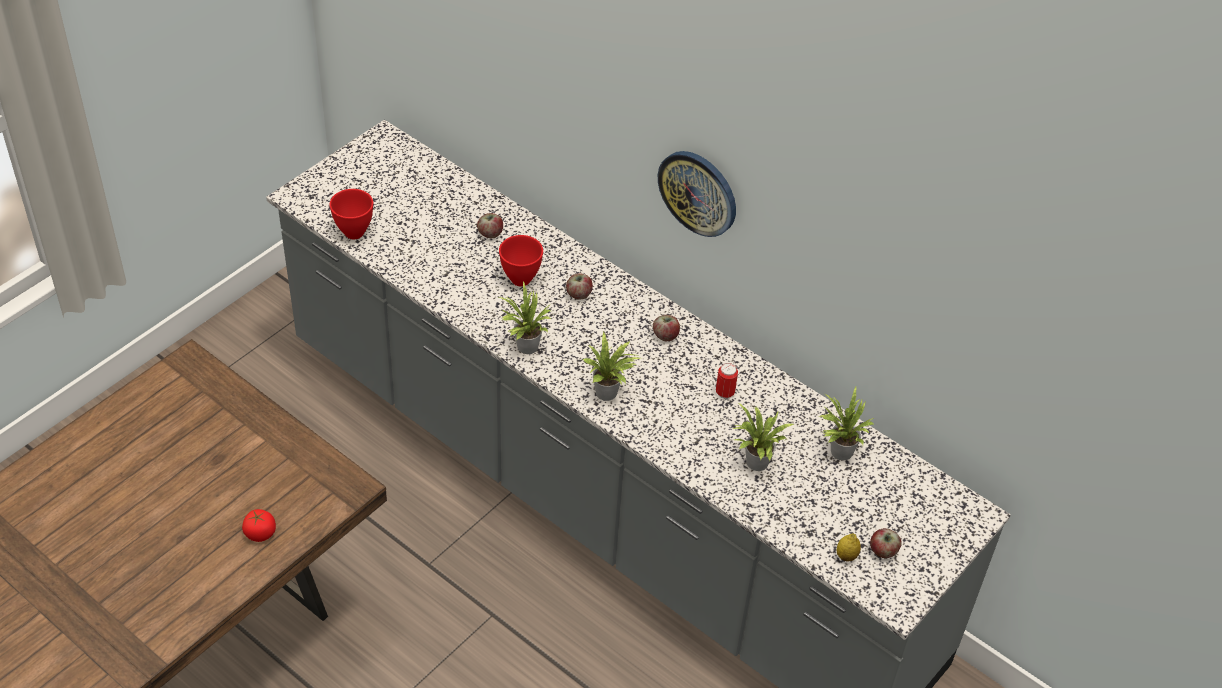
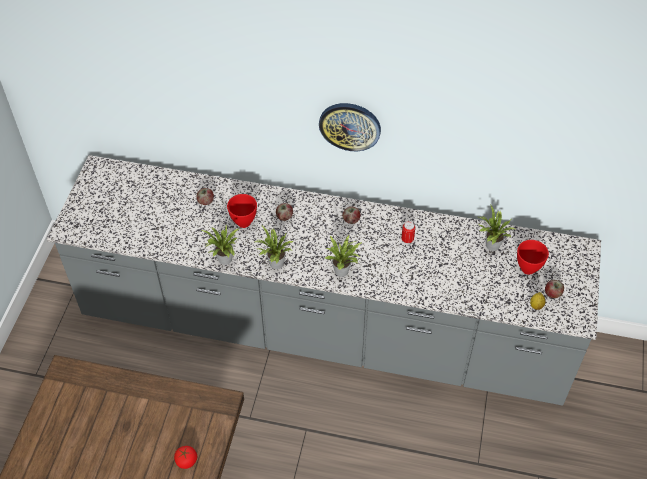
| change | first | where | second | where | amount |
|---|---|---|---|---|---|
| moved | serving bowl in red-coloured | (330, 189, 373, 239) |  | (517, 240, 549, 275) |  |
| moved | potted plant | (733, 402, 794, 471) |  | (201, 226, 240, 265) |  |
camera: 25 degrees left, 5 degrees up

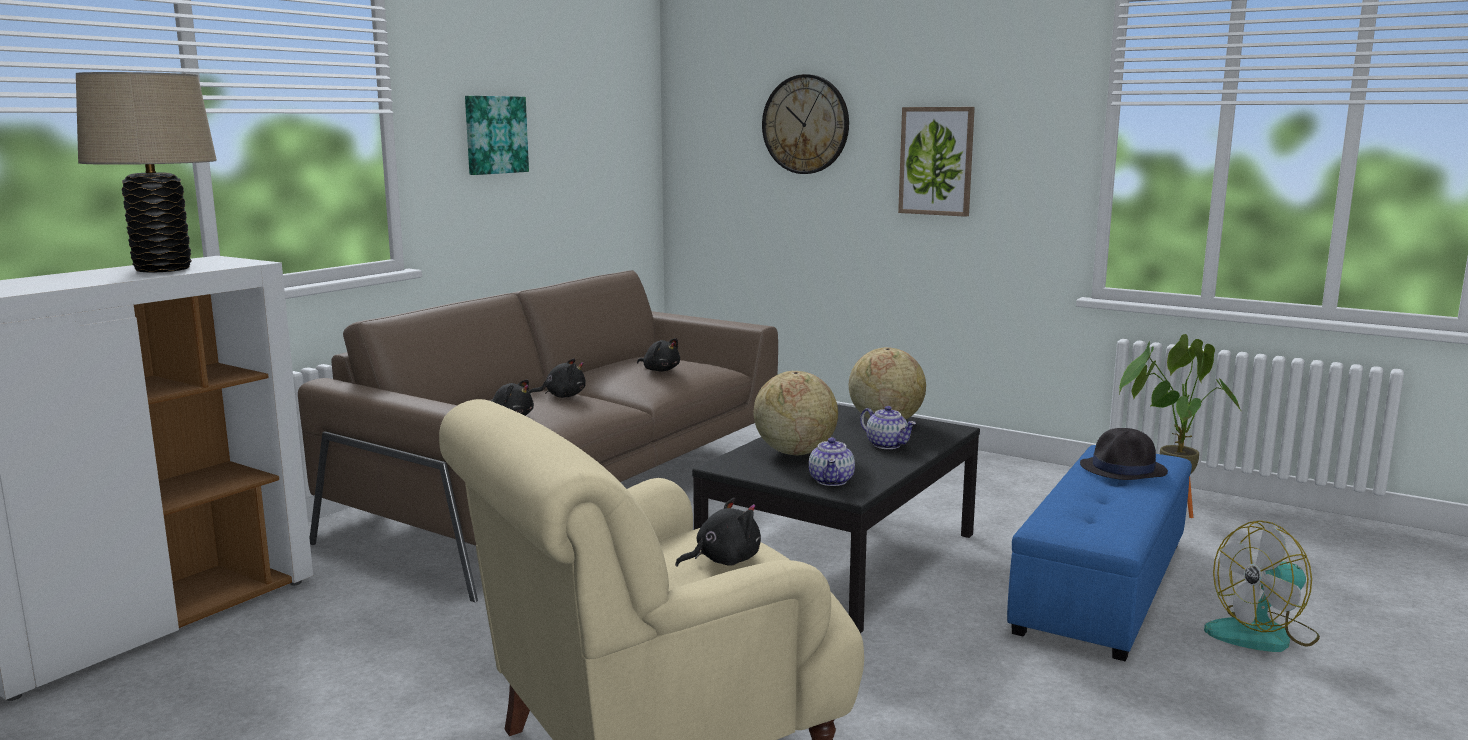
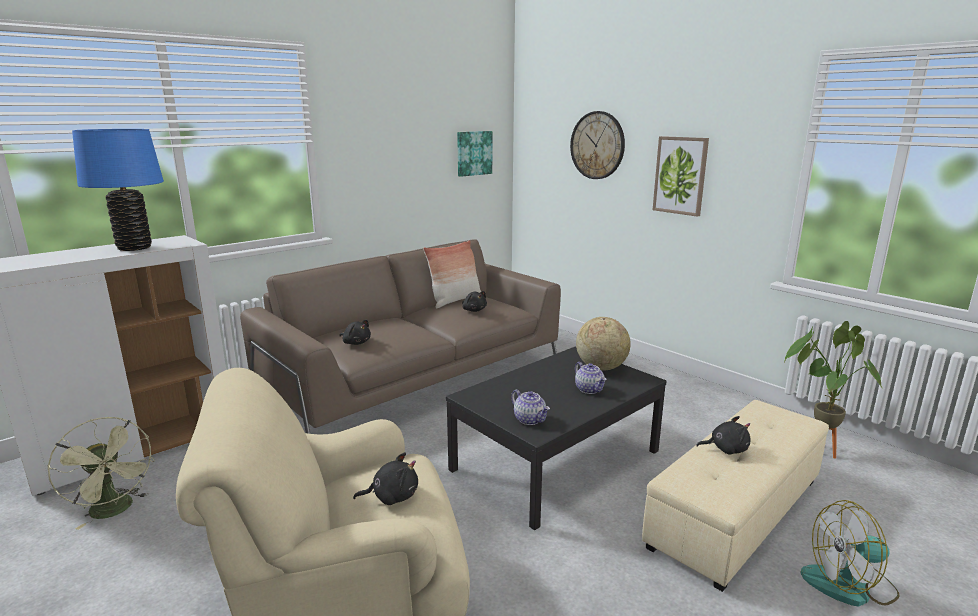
| change | first | where | second | where | amount |
|---|---|---|---|---|---|
| recoloured | tabletop lamp in beige | (76, 72, 217, 273) | tabletop lamp in blue | (72, 129, 164, 251) |  |
| moved | picture | (465, 96, 529, 175) |  | (457, 131, 492, 177) |  |
| moved | cuddly toy in black | (529, 358, 586, 398) |  | (696, 416, 750, 455) |  |
| removed | world globe | (754, 371, 838, 455) |  |  |  |
| turned | pot for tea | (809, 437, 855, 486) |  | (511, 389, 550, 425) | 60 degrees counterclockwise |
| recoloured | pouffe in blue | (1007, 445, 1192, 661) | pouffe in beige | (642, 400, 829, 592) |  |
| removed | clothing hat in black | (1080, 428, 1168, 480) |  |  |  |
| added |  |  | fan in green-coloured | (48, 417, 155, 530) |  |
| added |  |  | cushion | (423, 240, 481, 309) |  |
camera: 15 degrees right, 5 degrees up

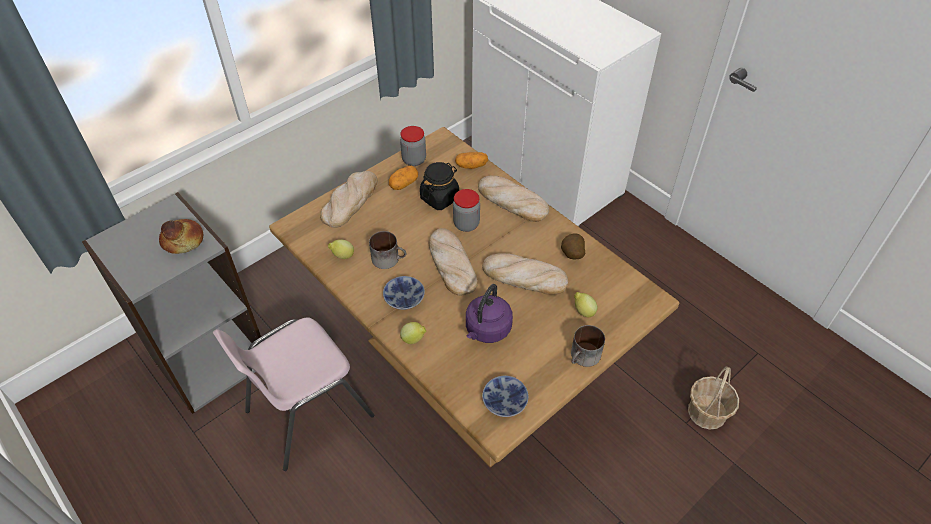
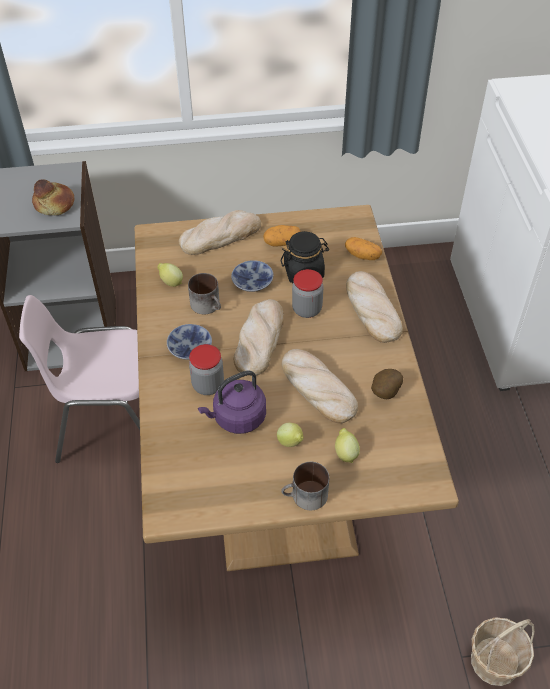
| change | first | where | second | where | amount |
|---|---|---|---|---|---|
| moved | jar | (400, 126, 426, 166) |  | (189, 344, 224, 395) |  |
| moved | citrus fruit | (400, 322, 426, 344) |  | (277, 423, 304, 447) |  |
| moved | serving bowl | (482, 376, 528, 417) |  | (231, 260, 273, 292) |  |
camera: 35 degrees right, 0 degrees up

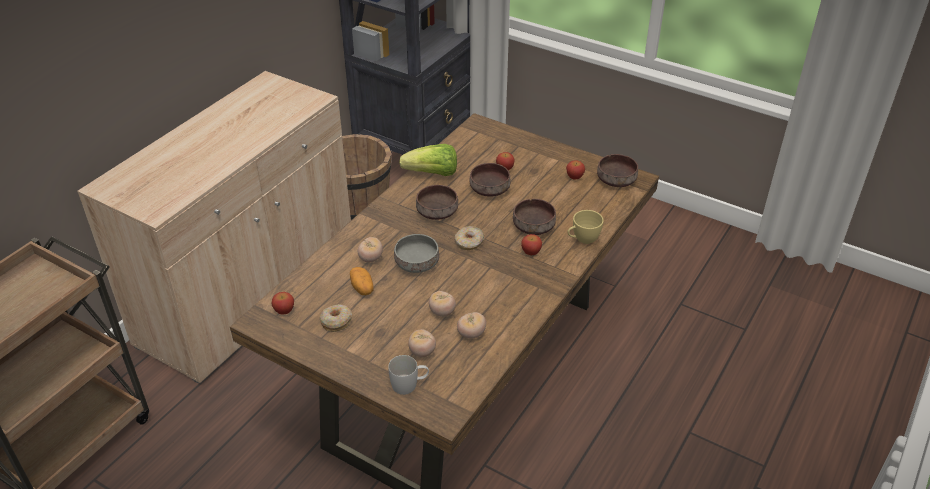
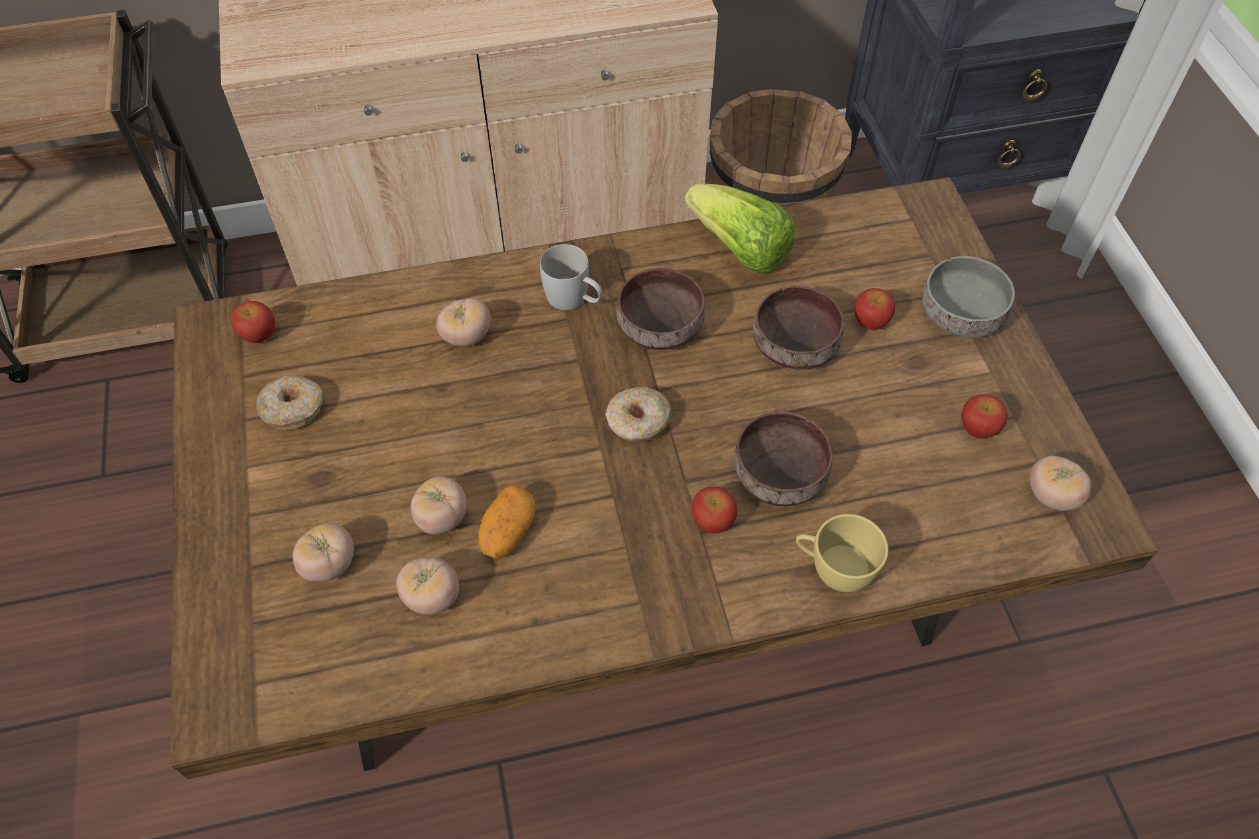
| change | first | where | second | where | amount |
|---|---|---|---|---|---|
| moved | potato | (350, 267, 373, 295) |  | (478, 485, 536, 559) |  |
| moved | coffee mug in white-coloured | (388, 355, 429, 395) |  | (540, 244, 603, 310) |  |
| moved | serving bowl in grey | (394, 234, 439, 273) |  | (922, 256, 1015, 337) |  |
| replaced | serving bowl in brownish | (597, 154, 638, 187) | whole tomato | (1030, 456, 1091, 511) |  |
camera: 45 degrees right, 15 degrees up

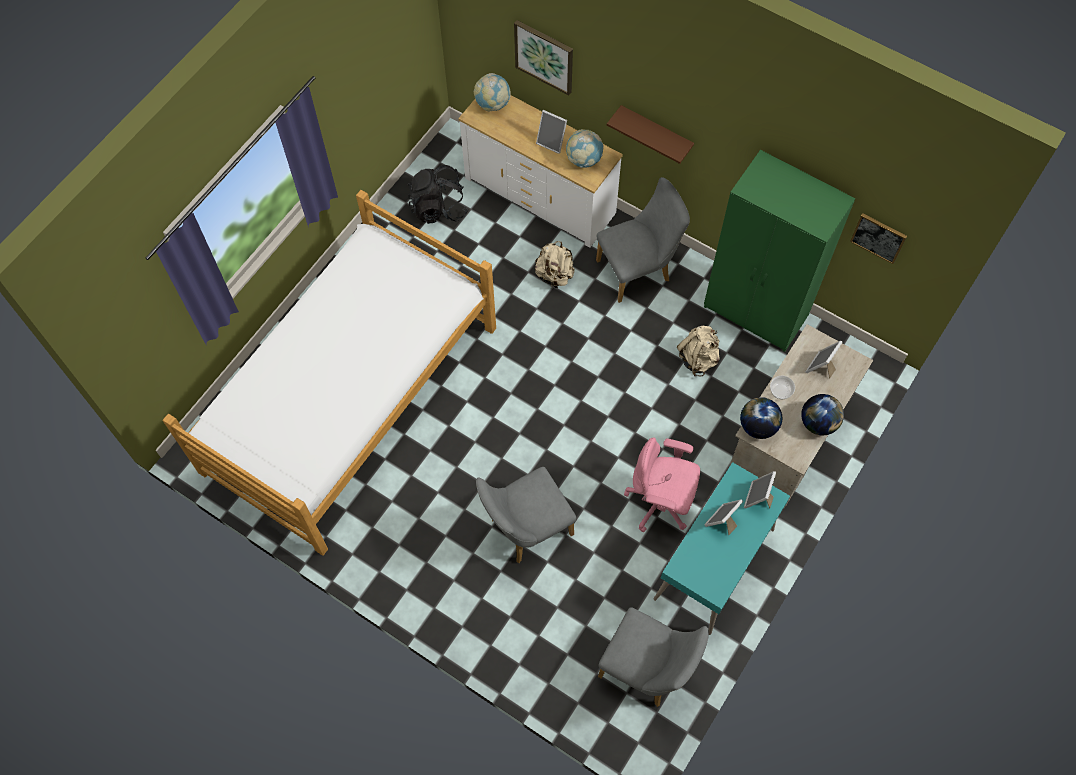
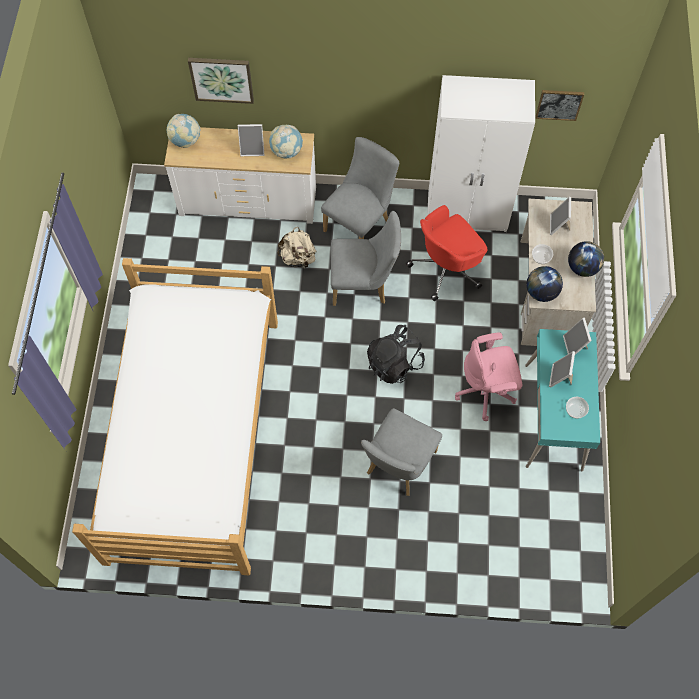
| change | first | where | second | where | amount |
|---|---|---|---|---|---|
| moved | knapsack in black | (408, 165, 468, 224) |  | (367, 325, 425, 384) |  |
| moved | plain chair in grey | (598, 607, 709, 707) |  | (331, 211, 401, 306) |  |
| removed | wall shelf in brownish | (607, 105, 694, 164) |  |  |  |
| replaced | knapsack in beige | (677, 326, 720, 377) | computer chair in red-coloured | (406, 205, 487, 301) |  |
| recoloured | armoire in green-coloured | (704, 150, 855, 352) | armoire in white-coloured | (427, 75, 535, 232) |  |
| added |  |  | serving bowl | (566, 397, 589, 419) |  |
camera: 30 degrees left, 0 degrees up

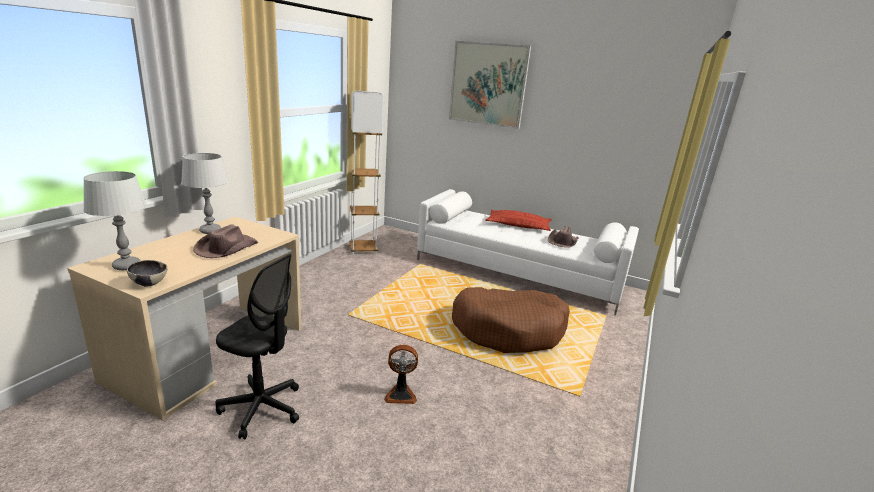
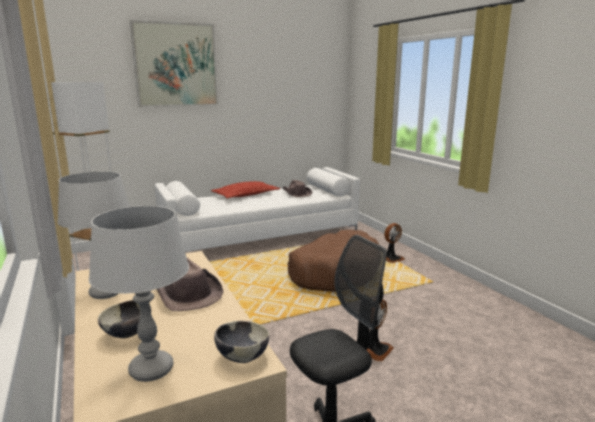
| change | first | where | second | where | amount |
|---|---|---|---|---|---|
| added |  |  | serving bowl | (98, 300, 151, 339) |  |
| added |  |  | fan | (384, 223, 405, 263) |  |
camera: 50 degrees left, 5 degrees down

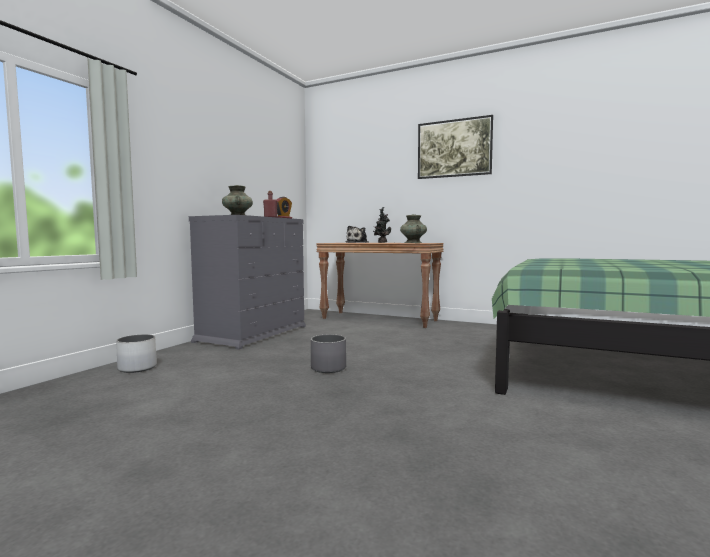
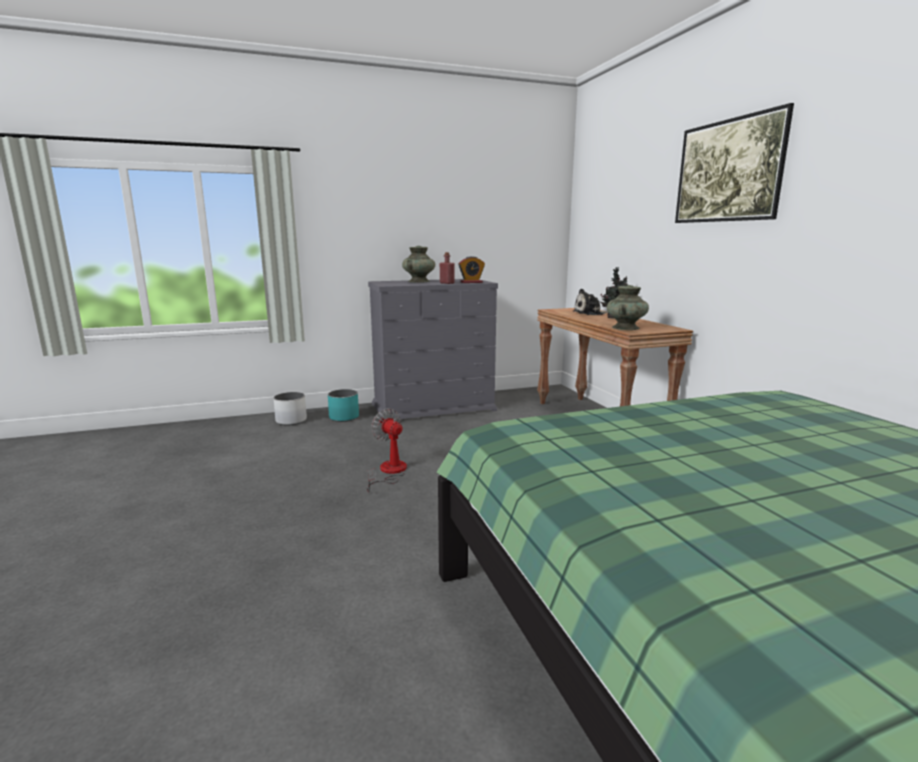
| change | first | where | second | where | amount |
|---|---|---|---|---|---|
| replaced | plant pot in grey | (311, 335, 346, 373) | fan | (367, 409, 407, 492) |  |
| added |  |  | plant pot in blue-green | (328, 389, 359, 422) |  |
camera: 45 degrees right, 10 degrees up

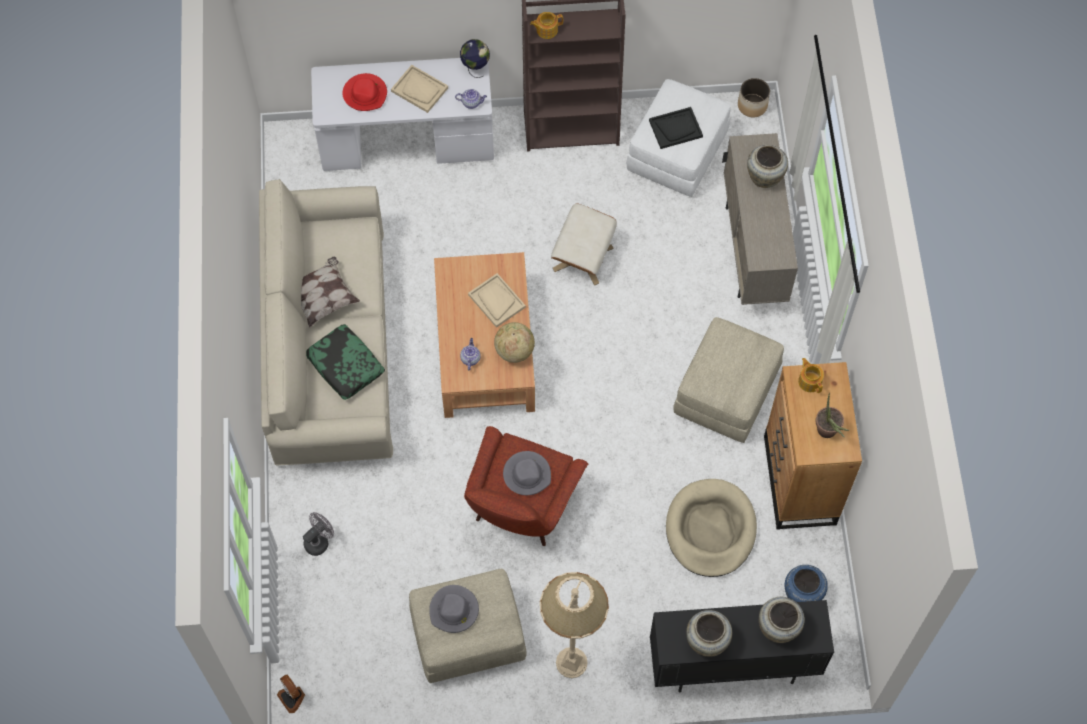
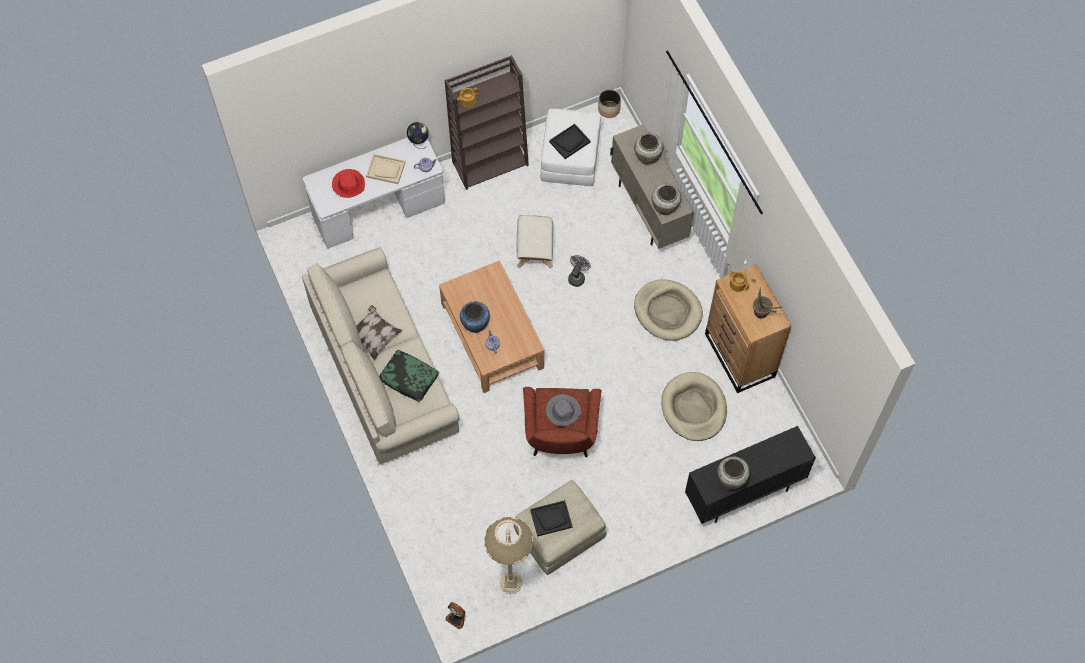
| change | first | where | second | where | amount |
|---|---|---|---|---|---|
| moved | fan in grey | (303, 512, 334, 556) |  | (568, 255, 591, 287) |  |
| replaced | clothing hat in grey | (429, 585, 479, 633) | tray in black | (530, 500, 573, 537) |  |
| removed | tray in beige | (468, 273, 526, 328) |  |  |  |
| removed | world globe | (494, 322, 535, 363) |  |  |  |
| moved | standard lamp in beige | (540, 572, 609, 678) |  | (484, 517, 533, 594) |  |
| replaced | pouffe in beige | (673, 317, 784, 443) | pet bed in beige | (634, 279, 703, 341) |  |
| moved | flower vase in beige | (759, 597, 805, 643) |  | (652, 184, 681, 215) |  |
| moved | flower vase in blue | (785, 565, 828, 602) |  | (460, 301, 490, 333) |  |
camera: 20 degrees left, 0 degrees up

